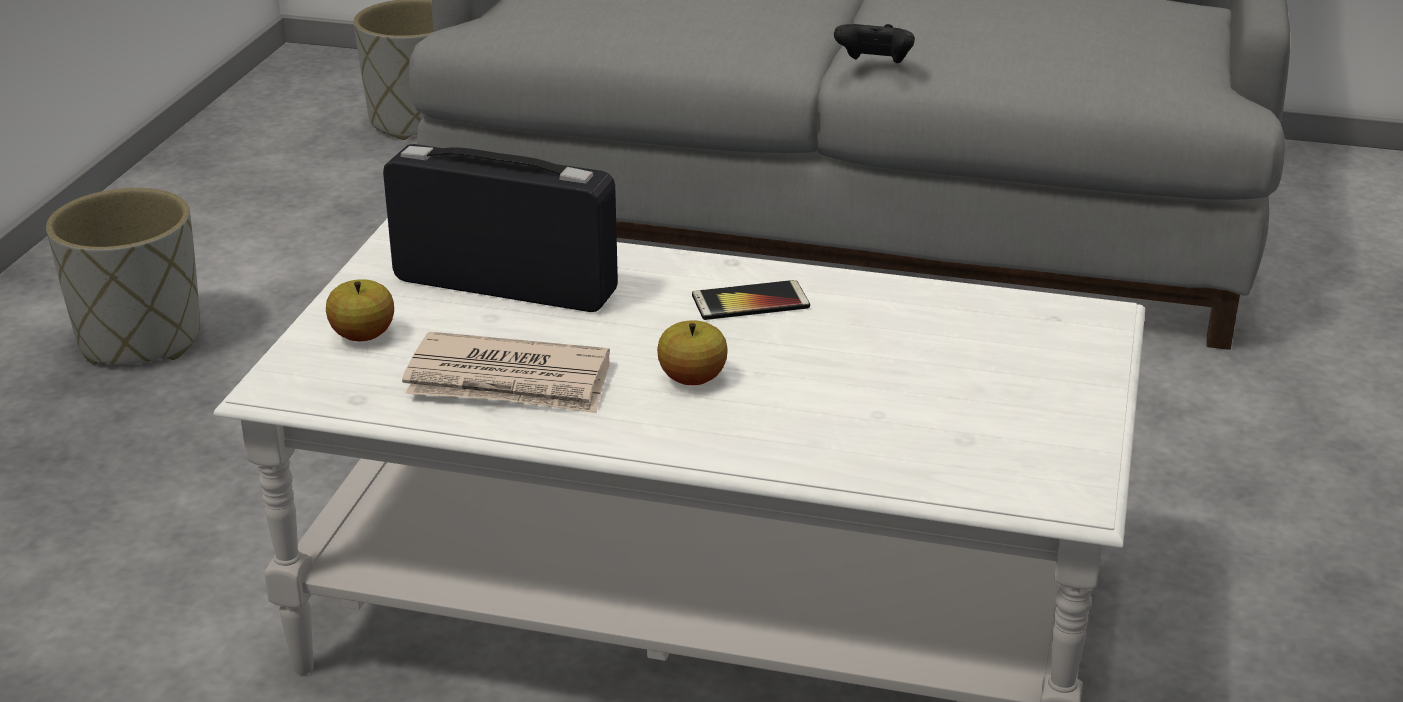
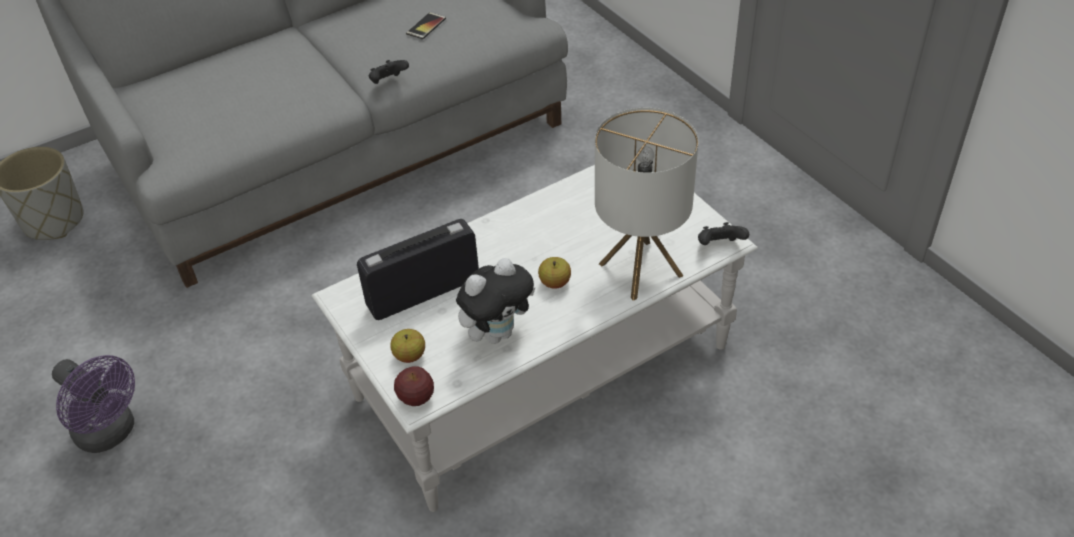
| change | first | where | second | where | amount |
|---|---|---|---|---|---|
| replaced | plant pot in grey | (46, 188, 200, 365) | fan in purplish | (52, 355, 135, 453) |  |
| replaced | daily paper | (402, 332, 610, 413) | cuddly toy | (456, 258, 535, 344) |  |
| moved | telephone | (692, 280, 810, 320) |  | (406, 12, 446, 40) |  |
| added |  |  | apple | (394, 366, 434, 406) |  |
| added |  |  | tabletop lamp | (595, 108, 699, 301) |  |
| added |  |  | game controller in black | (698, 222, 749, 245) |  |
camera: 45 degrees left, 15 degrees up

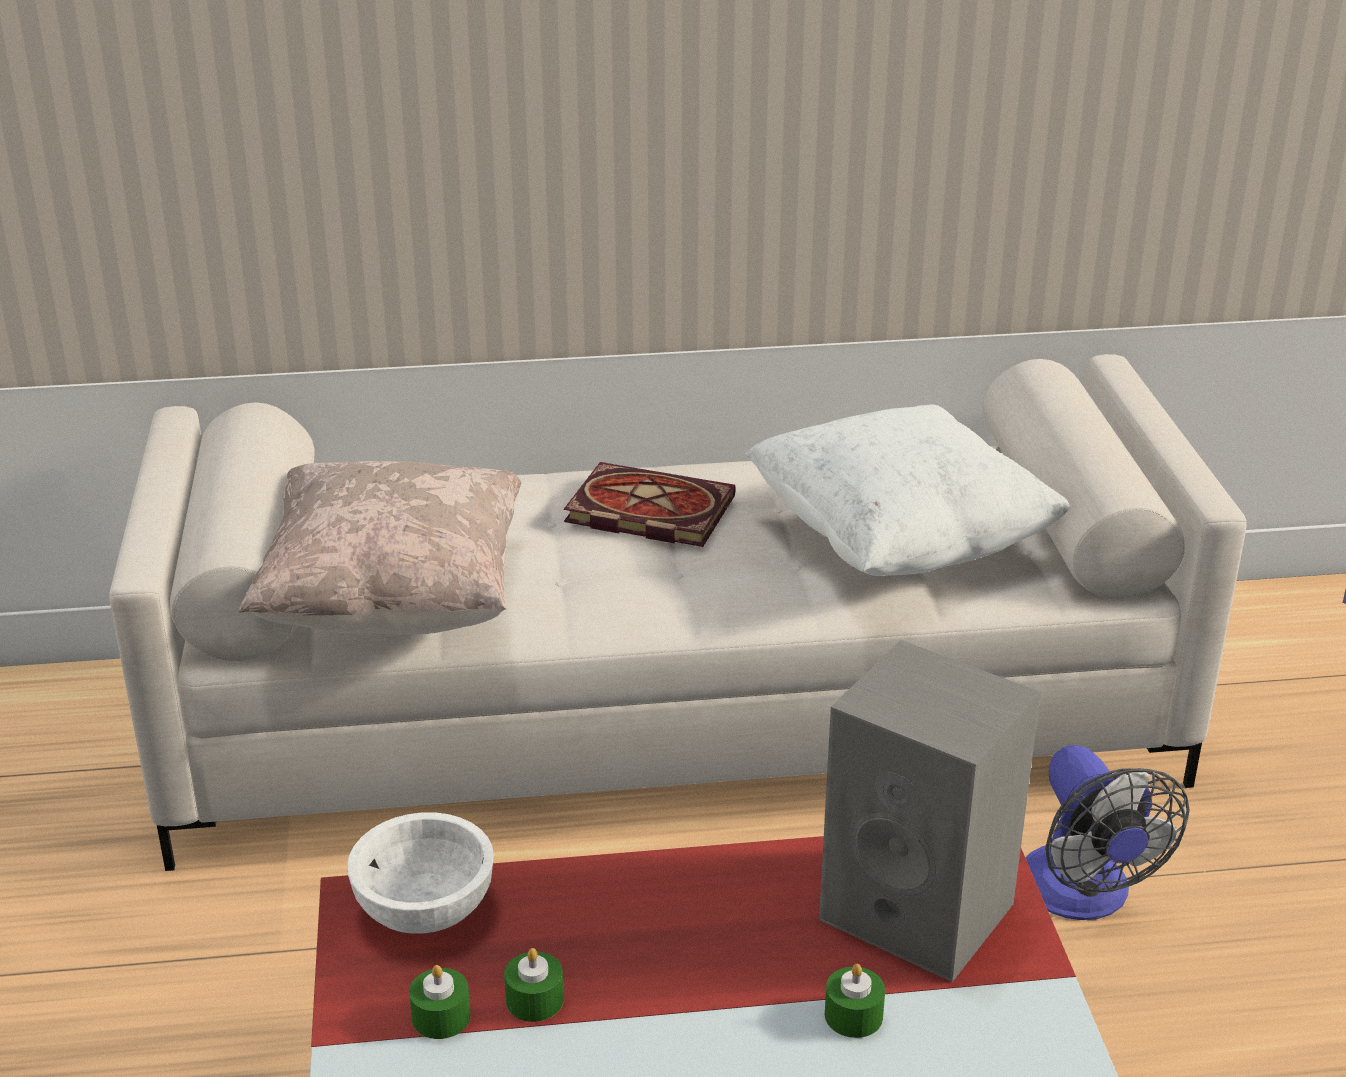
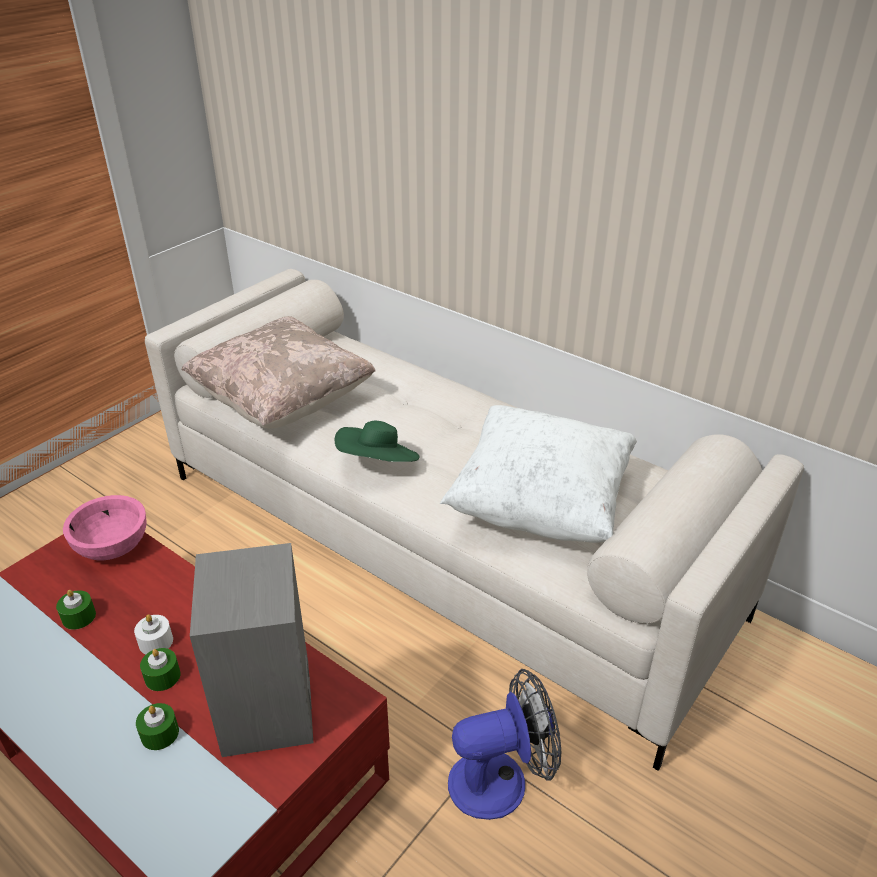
| change | first | where | second | where | amount |
|---|---|---|---|---|---|
| recoloured | serving bowl in white-coloured | (347, 812, 494, 934) | serving bowl in pink-coloured | (63, 495, 147, 560) |  |
| moved | wax candle in green-coloured | (409, 965, 471, 1039) |  | (140, 648, 181, 691) |  |
| removed | volume | (564, 462, 735, 547) |  |  |  |
| turned | fan | (1025, 745, 1190, 920) |  | (448, 669, 561, 820) | 135 degrees counterclockwise |
| added |  |  | wax candle in white-coloured | (134, 614, 173, 654) |  |
| added |  |  | clothing hat in green-coloured | (335, 421, 420, 462) |  |
camera: 45 degrees right, 5 degrees up

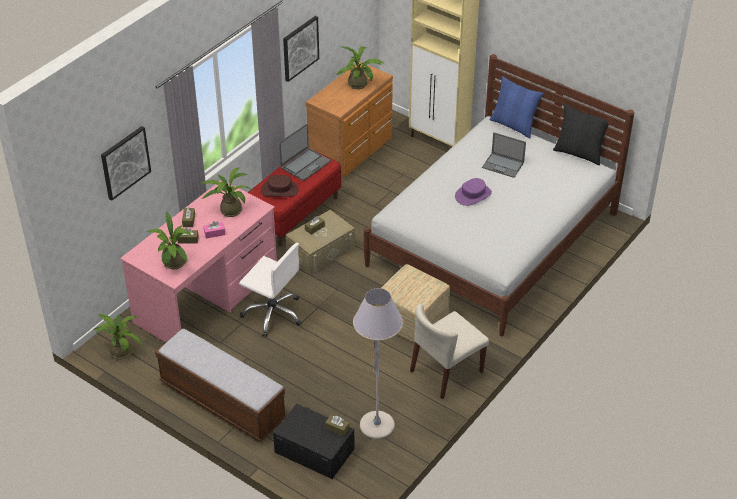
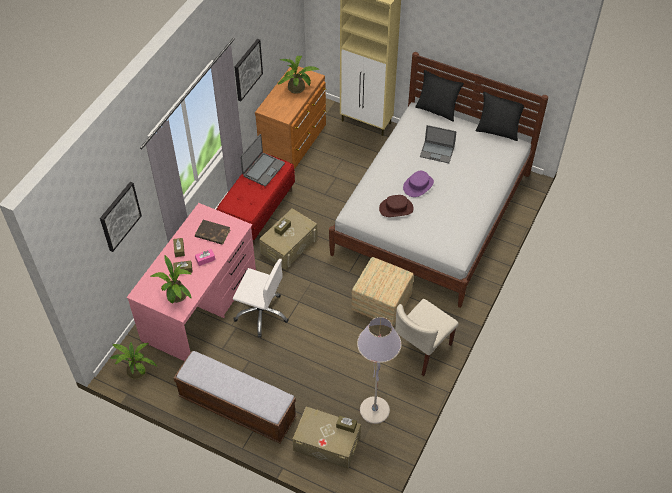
| change | first | where | second | where | amount |
|---|---|---|---|---|---|
| replaced | potted plant | (200, 167, 254, 217) | volume in brownish | (195, 220, 230, 245) |  |
| moved | clothing hat in brownish | (261, 175, 299, 197) |  | (379, 195, 414, 217) |  |
| recoloured | storage bin in black | (273, 403, 355, 479) | storage bin in beige | (292, 407, 361, 469) |  |
| recoloured | cushion in blue | (489, 76, 544, 138) | cushion in black | (415, 70, 464, 122) |  |
camera: 10 degrees left, 10 degrees up

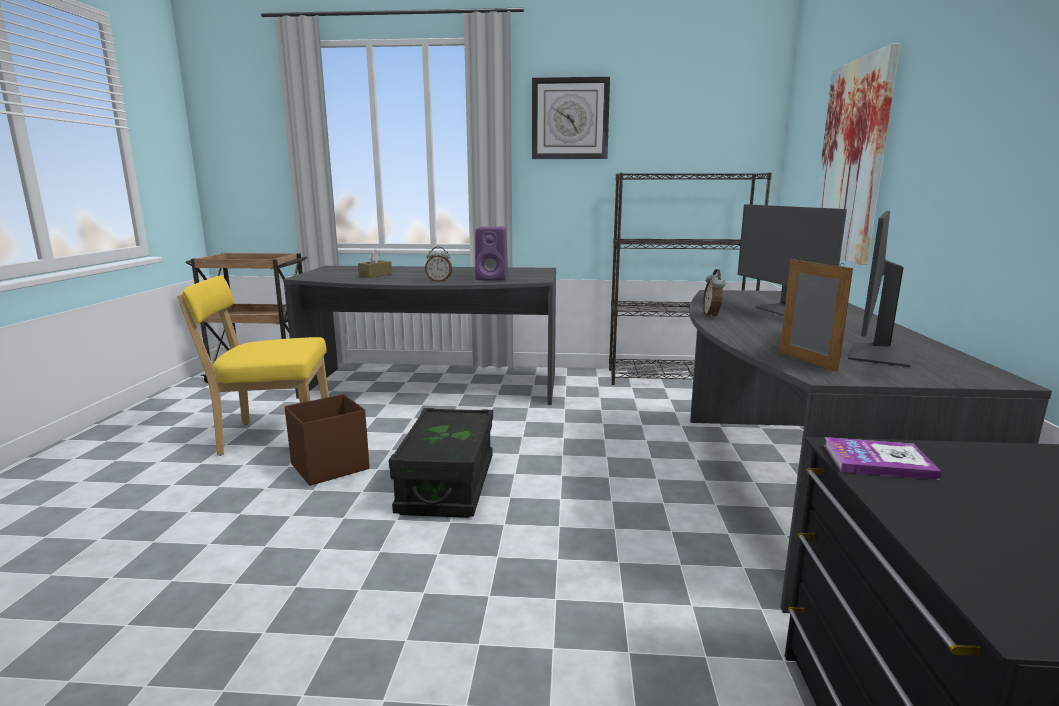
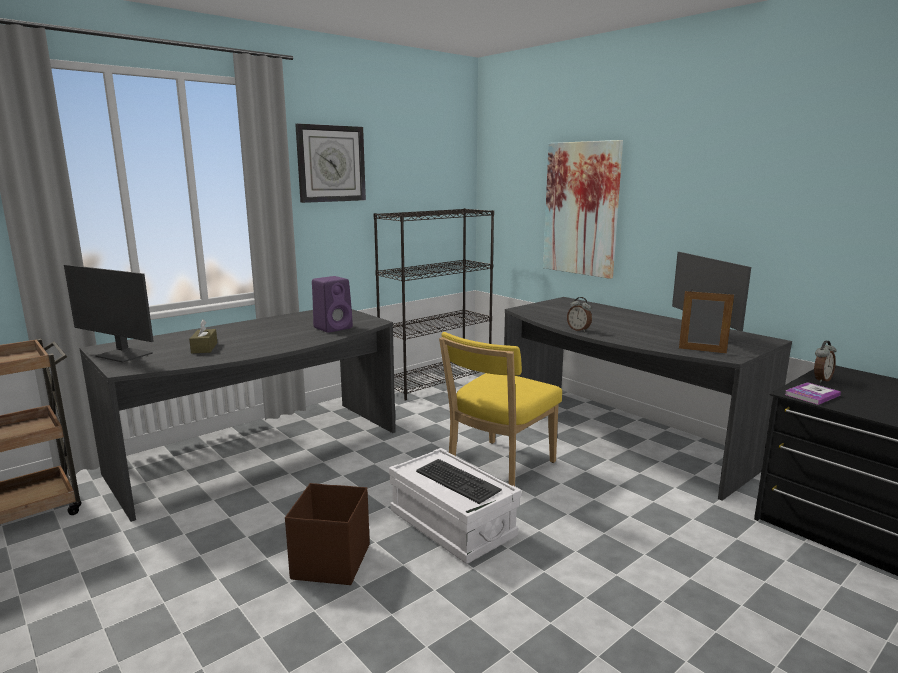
| change | first | where | second | where | amount |
|---|---|---|---|---|---|
| moved | plain chair in yellow-coloured | (177, 275, 329, 456) |  | (439, 332, 562, 486) |  |
| recoloured | storage bin in black | (389, 408, 493, 518) | storage bin in white-coloured | (389, 448, 521, 564) |  |
| moved | alarm clock | (425, 247, 452, 282) |  | (814, 341, 836, 383) |  |
| moved | monitor | (738, 204, 847, 316) |  | (64, 265, 154, 363) |  |
| added |  |  | keyboard | (416, 459, 502, 504) |  |
camera: 45 degrees left, 0 degrees up

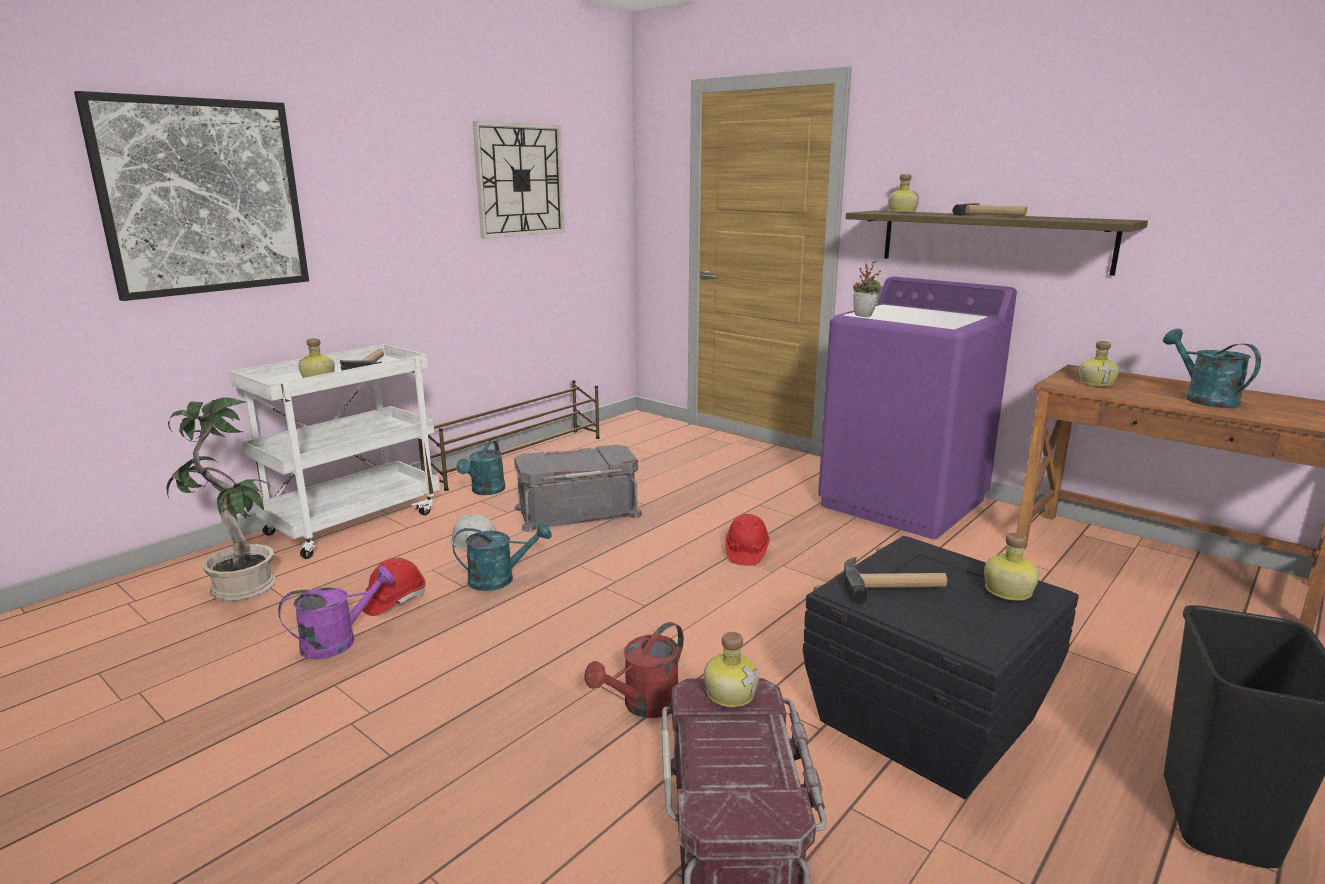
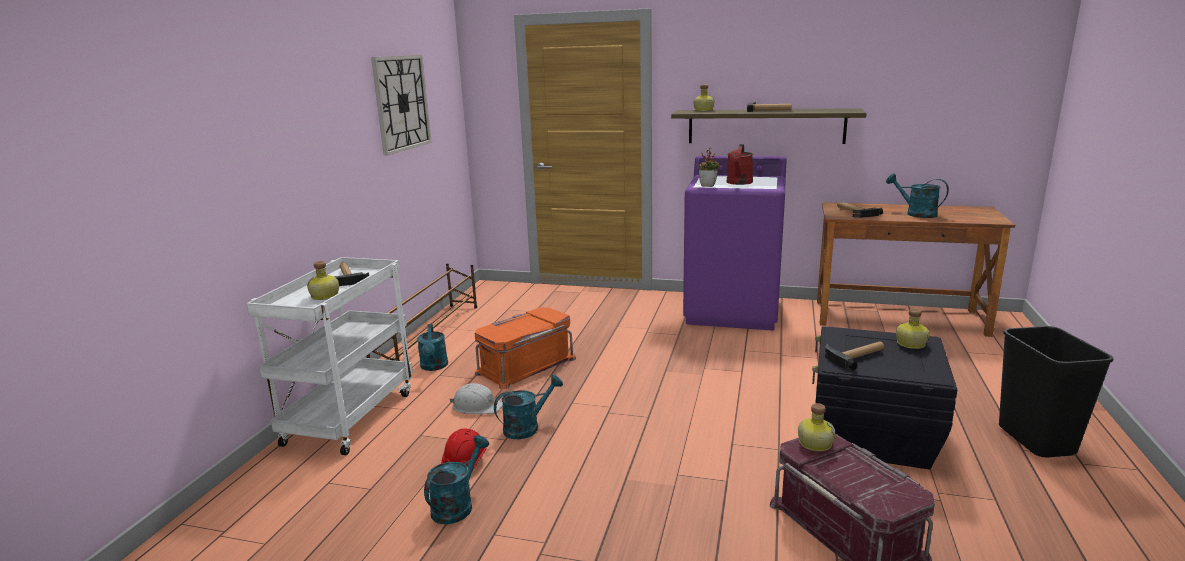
| change | first | where | second | where | amount |
|---|---|---|---|---|---|
| removed | picture | (74, 91, 309, 301) |  |  |  |
| removed | potted plant | (166, 397, 276, 601) |  |  |  |
| recoloured | watering pot in purplish | (278, 566, 395, 659) | watering pot in blue-green | (424, 435, 489, 524) |  |
| recoloured | storage bin in grey | (514, 445, 642, 532) | storage bin in orangey | (474, 307, 576, 389) |  |
| moved | watering pot in red-coloured | (584, 622, 684, 718) |  | (727, 144, 753, 185) |  |
| removed | hard hat in red-coloured | (725, 514, 770, 566) |  |  |  |
| replaced | beverage bottle | (1079, 341, 1119, 387) | hammer | (837, 202, 883, 218) |  |
camera: 25 degrees left, 0 degrees up

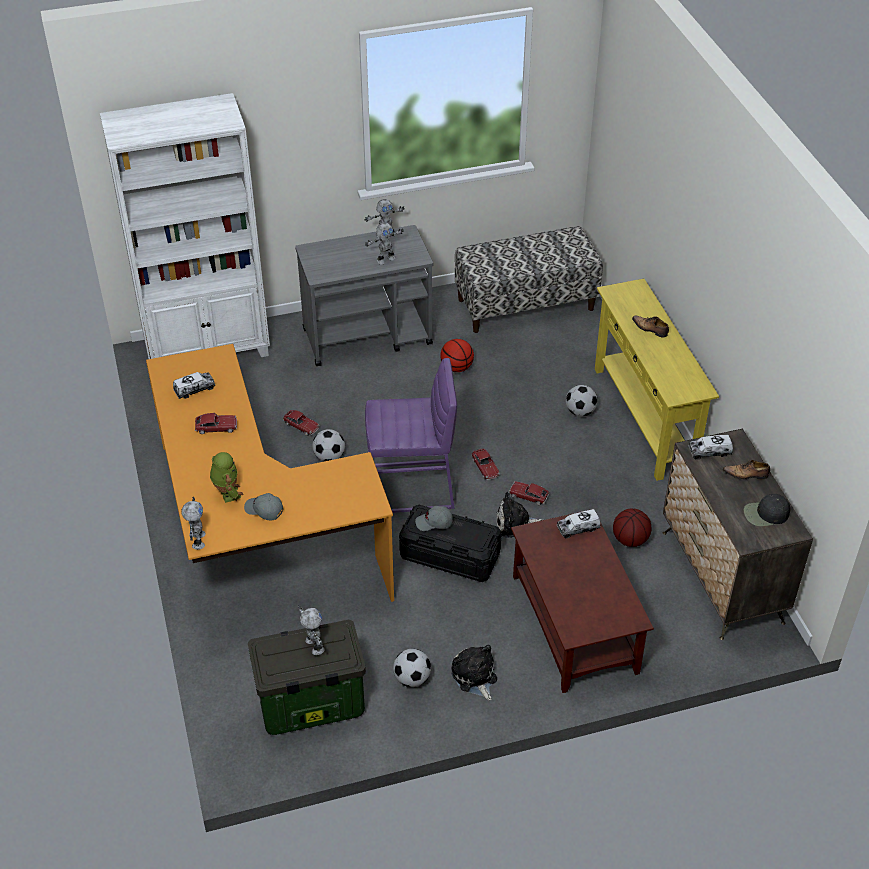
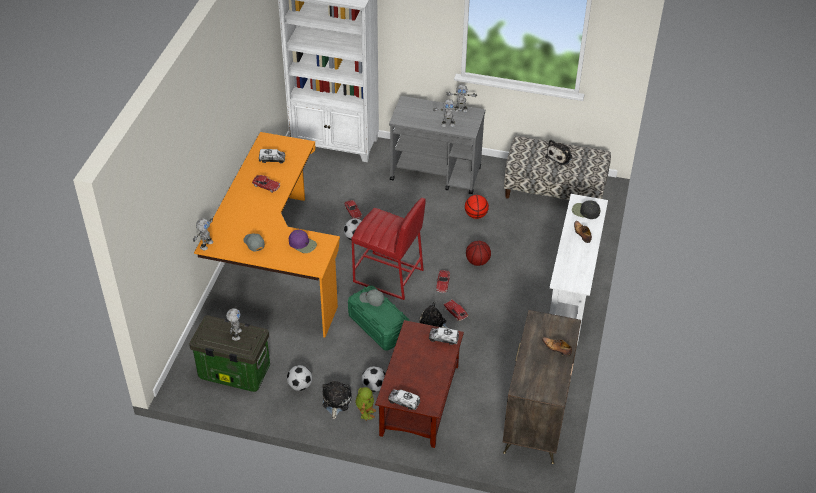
| change | first | where | second | where | amount |
|---|---|---|---|---|---|
| moved | toy robot | (210, 452, 244, 503) |  | (356, 387, 376, 421) |  |
| recoloured | stool in purplish | (365, 358, 457, 513) | stool in red-coloured | (351, 198, 426, 300) |  |
| recoloured | storage bin in black | (399, 505, 502, 582) | storage bin in green-coloured | (348, 285, 410, 351) |  |
| moved | ball for football | (566, 385, 598, 417) |  | (361, 366, 385, 392) |  |
| recoloured | console table in yellow-coloured | (595, 279, 719, 481) | console table in white-coloured | (549, 194, 608, 345) |  |
| moved | basketball ball | (613, 508, 651, 547) |  | (466, 241, 491, 266) |  |
| moved | toy truck | (689, 435, 733, 460) |  | (388, 389, 420, 410) |  |
| moved | baseball cap in black | (744, 494, 791, 526) |  | (572, 200, 600, 219) |  |
| added |  |  | baseball cap in purplish | (289, 230, 317, 253) |  |
| added |  |  | cuddly toy | (545, 140, 573, 165) |  |
camera: 30 degrees right, 0 degrees up

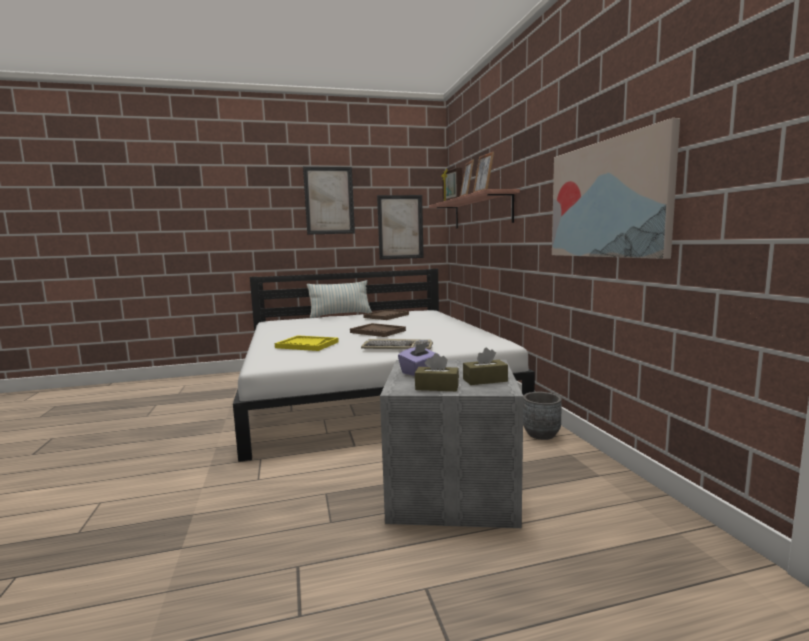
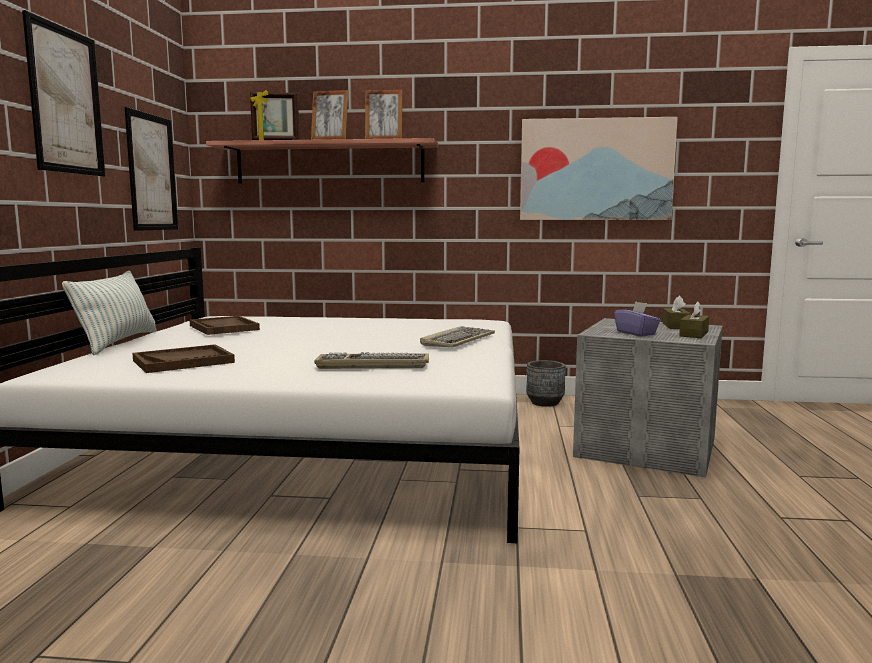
| change | first | where | second | where | amount |
|---|---|---|---|---|---|
| replaced | tray in yellow-coloured | (275, 335, 339, 351) | keyboard | (314, 352, 429, 369) |  |
| moved | tray in brownish | (350, 323, 406, 337) |  | (132, 344, 235, 373) |  |
camera: 70 degrees left, 0 degrees up

